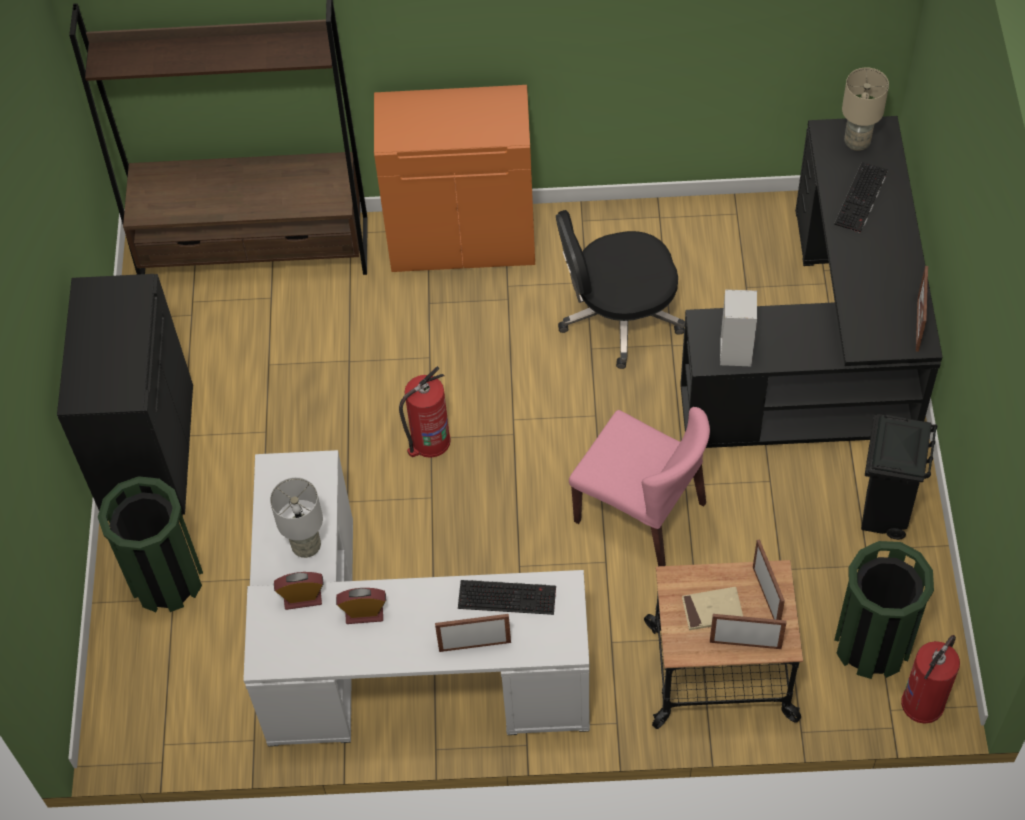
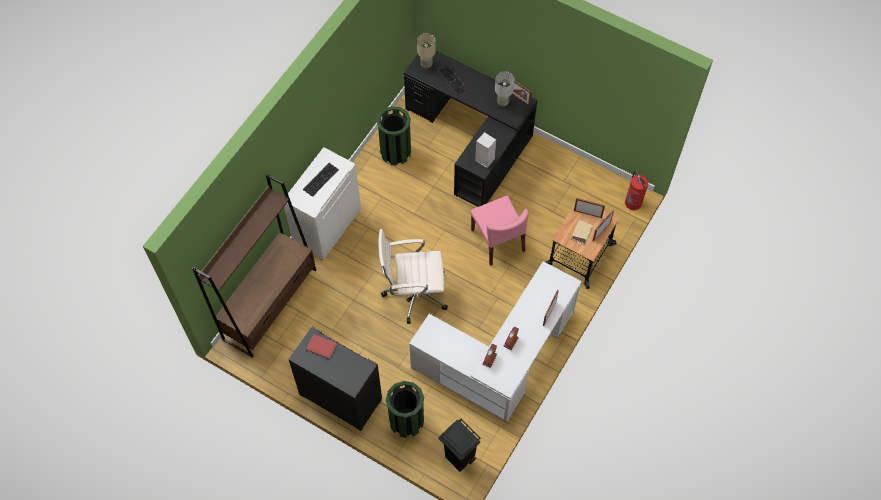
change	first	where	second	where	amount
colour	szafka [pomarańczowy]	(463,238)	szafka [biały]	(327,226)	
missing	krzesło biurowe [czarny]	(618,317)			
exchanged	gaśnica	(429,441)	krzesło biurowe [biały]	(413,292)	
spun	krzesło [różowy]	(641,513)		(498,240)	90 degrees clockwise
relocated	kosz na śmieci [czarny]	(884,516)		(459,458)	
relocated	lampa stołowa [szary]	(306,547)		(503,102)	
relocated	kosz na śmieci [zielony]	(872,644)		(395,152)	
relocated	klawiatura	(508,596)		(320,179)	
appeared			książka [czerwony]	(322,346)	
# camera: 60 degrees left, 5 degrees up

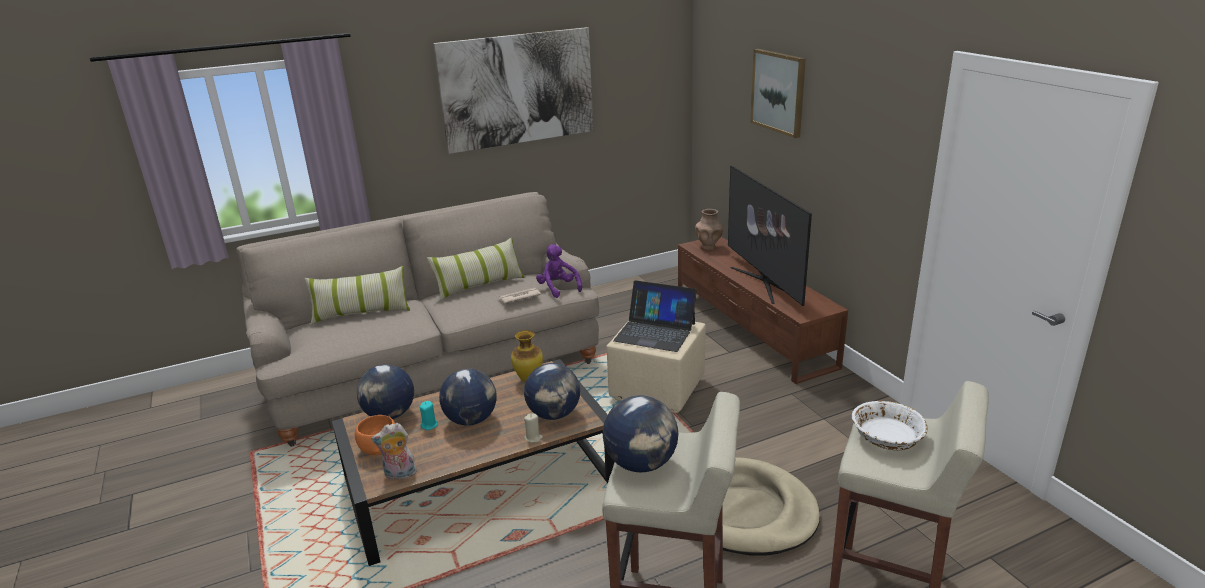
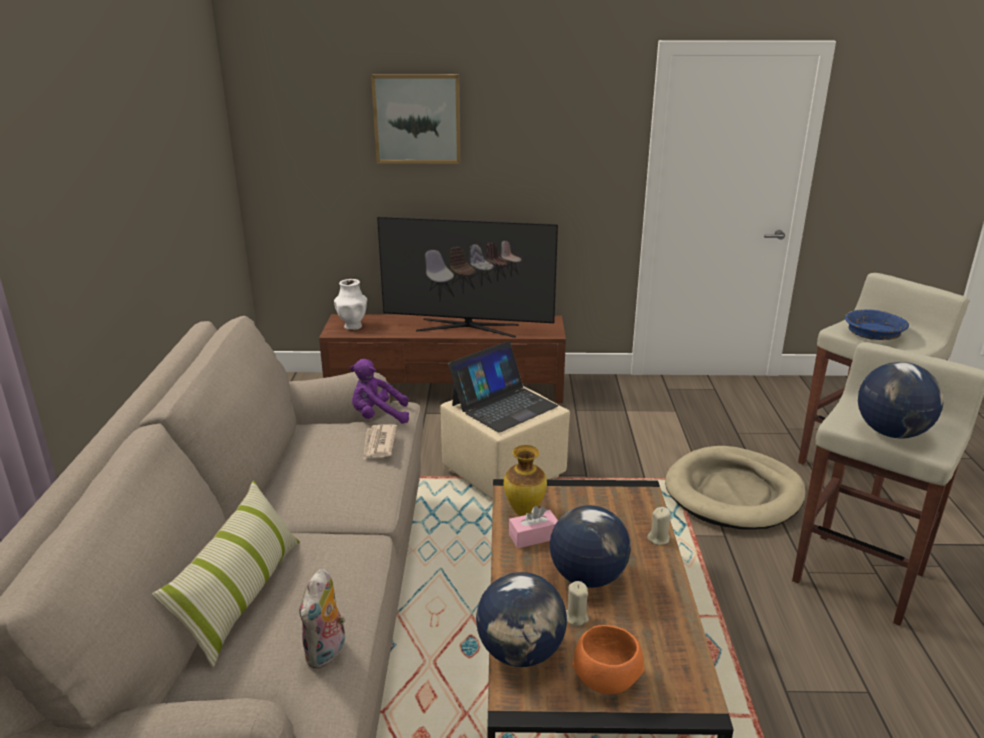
change	first	where	second	where	amount
missing	obraz	(517,89)			
colour	wazon [brązowy]	(708,247)	wazon [biały]	(353,326)	
missing	poduszka	(479,285)			
missing	globus	(554,415)			
colour	świeca [turkusowy]	(429,425)	świeca [beżowy]	(575,617)	
colour	miska [biały]	(887,436)	miska [niebieski]	(873,334)	
relocated	pluszak	(399,475)		(327,653)	
appeared			pudełko chusteczek [różowy]	(533,536)	
# camera: 65 degrees left, 0 degrees up

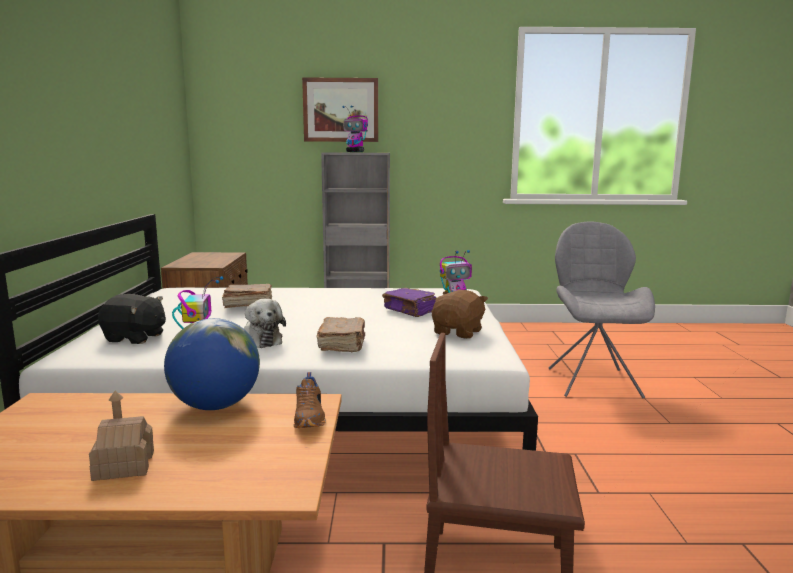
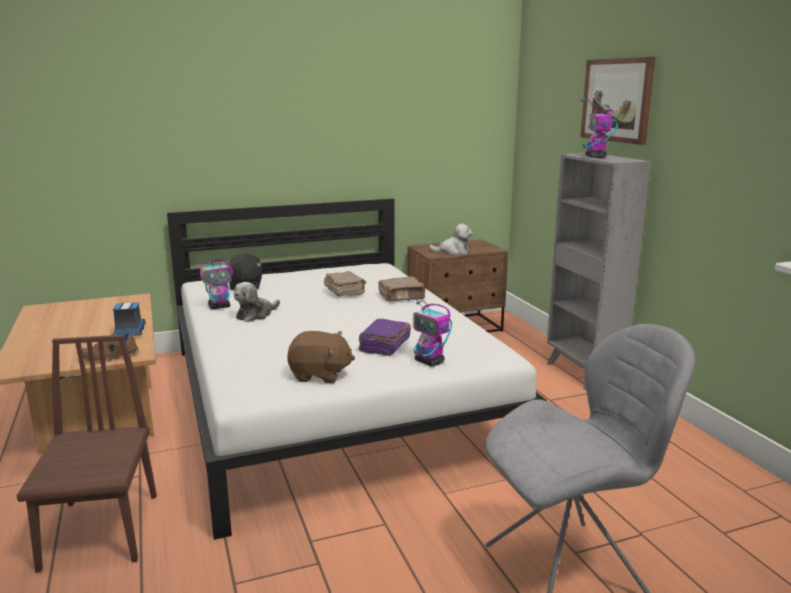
change	first	where	second	where	amount
relocated	książka [brązowy]	(343,345)		(402,297)	
exchanged	globus	(216,406)	ciężarówka zabawkowa	(130,332)	
missing	domek	(124,465)			
appeared			pluszak	(453,251)	
# camera: 70 degrees right, 5 degrees up

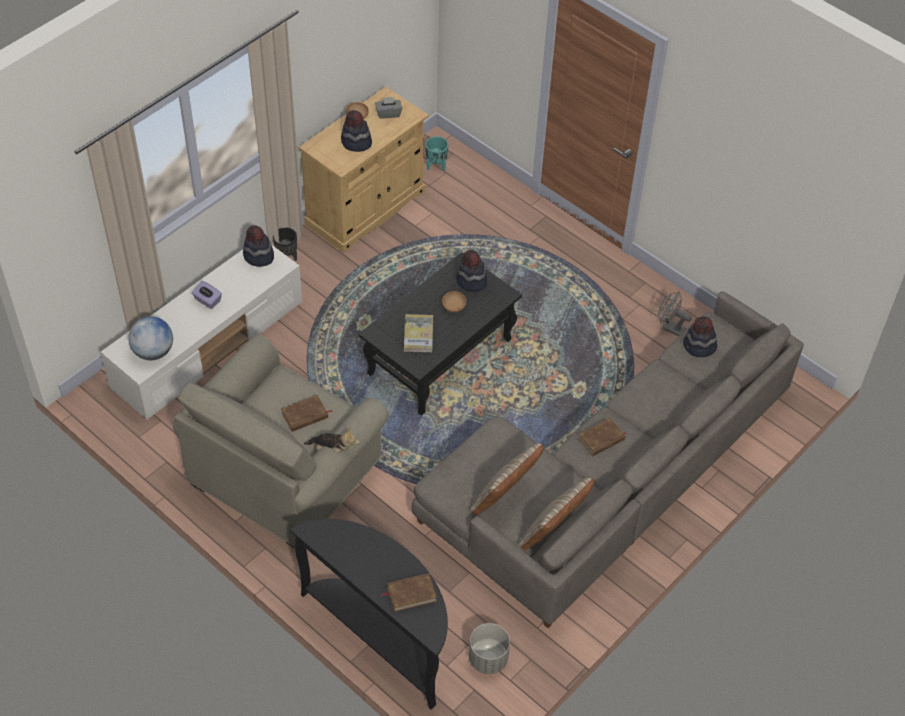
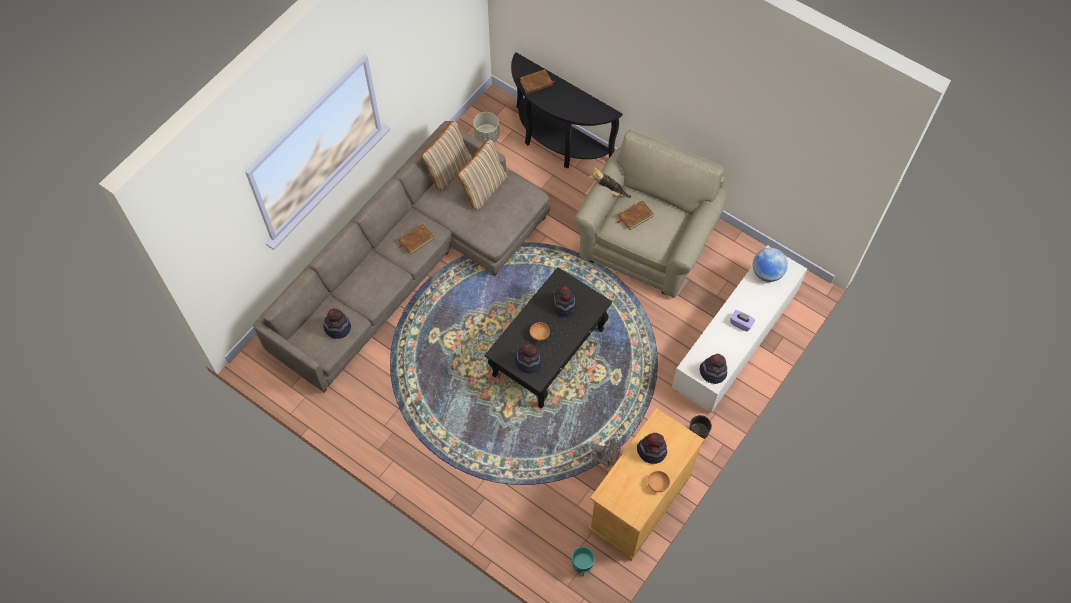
change	first	where	second	where	amount
missing	pudełko chusteczek [szary]	(388,113)			
relocated	wentylator [szary]	(669,327)		(606,459)	
exchanged	książka	(418,335)	kapelusz	(564,305)	
# camera: 175 degrees right, 10 degrees up

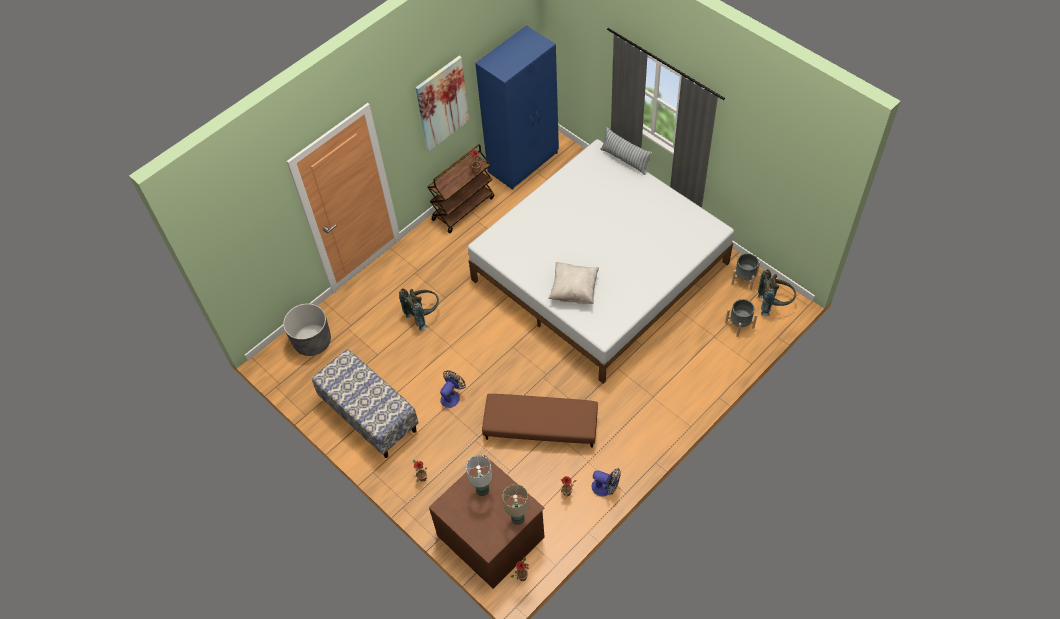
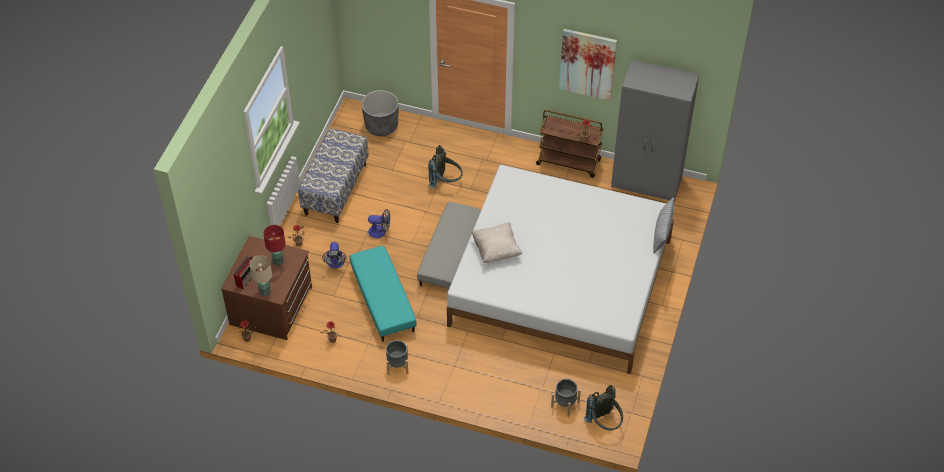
change	first	where	second	where	amount
colour	szafa [niebieski]	(524,162)	szafa [szary]	(647,183)	
relocated	donica [szary]	(744,279)		(397,365)	
colour	pufa [brązowy]	(540,427)	pufa [turkusowy]	(383,300)	
colour	lampa stołowa [biały]	(482,490)	lampa stołowa [czerwony]	(278,261)	
relocated	wentylator	(606,488)		(335,264)	
appeared			pufa [szary]	(450,254)	
appeared			radio	(247,278)	
# camera: 60 degrees right, 5 degrees down

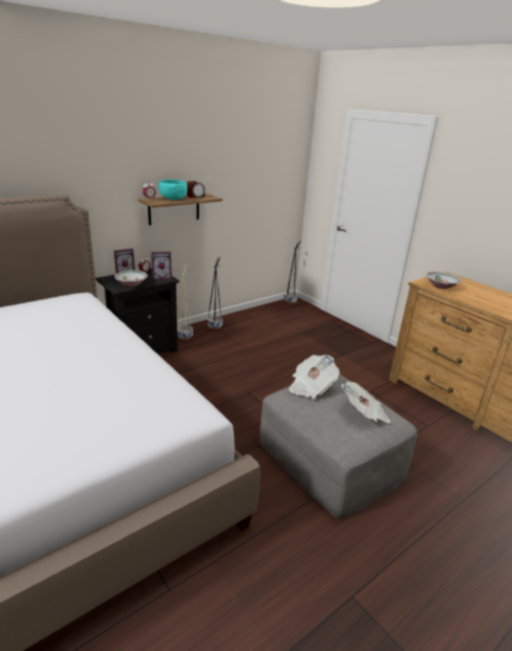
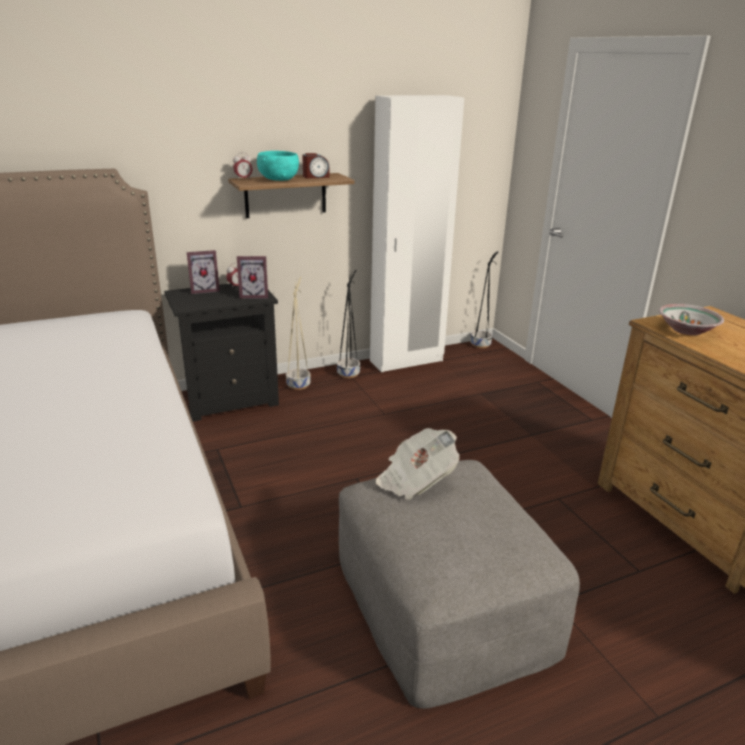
change	first	where	second	where	amount
missing	miska	(131,284)			
missing	gazeta	(364,414)			
appeared			szafa [biały]	(406,361)	
# camera: 15 degrees right, 0 degrees up

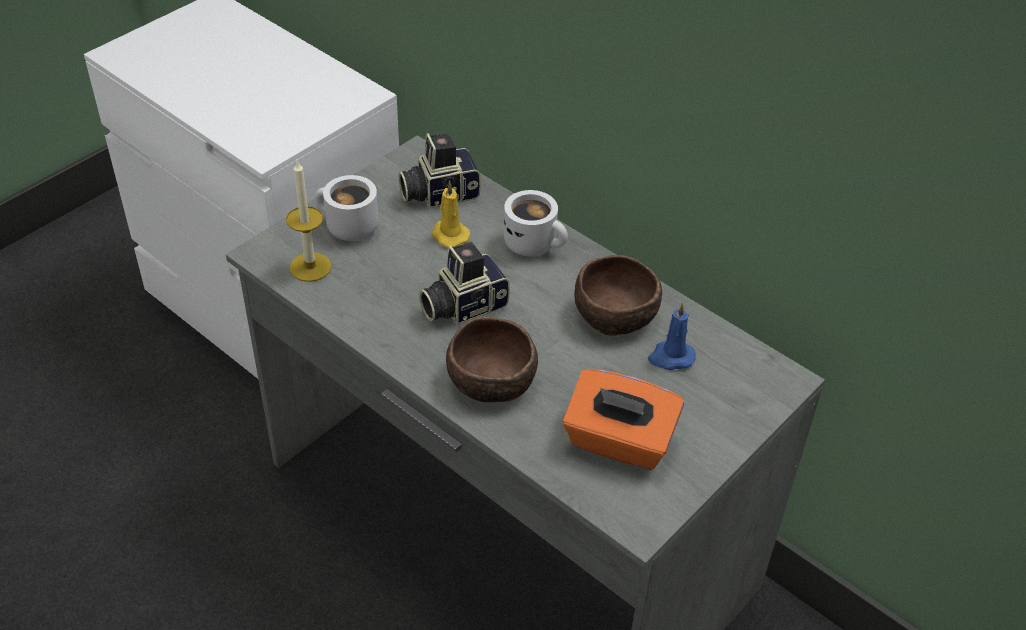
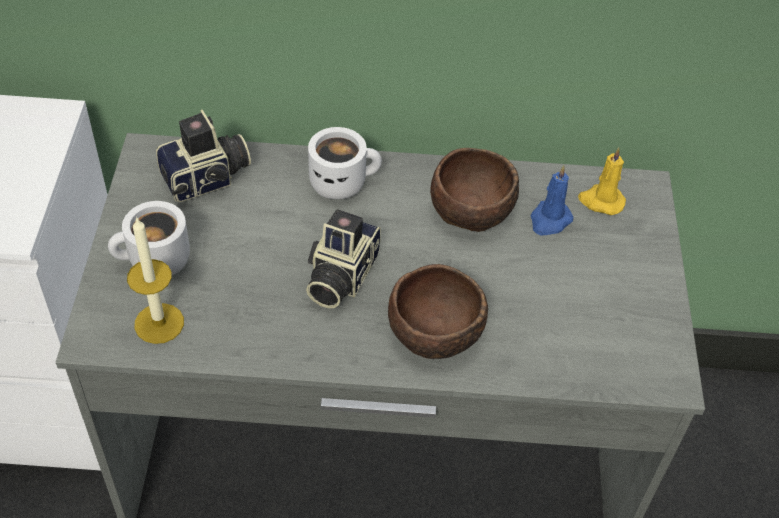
change	first	where	second	where	amount
spun	aparat fotograficzny	(438,193)		(207,179)	150 degrees counterclockwise
relocated	świeca [żółty]	(449,235)		(601,201)	
missing	pudełko chusteczek [pomarańczowy]	(618,442)			
# camera: 40 degrees left, 5 degrees up

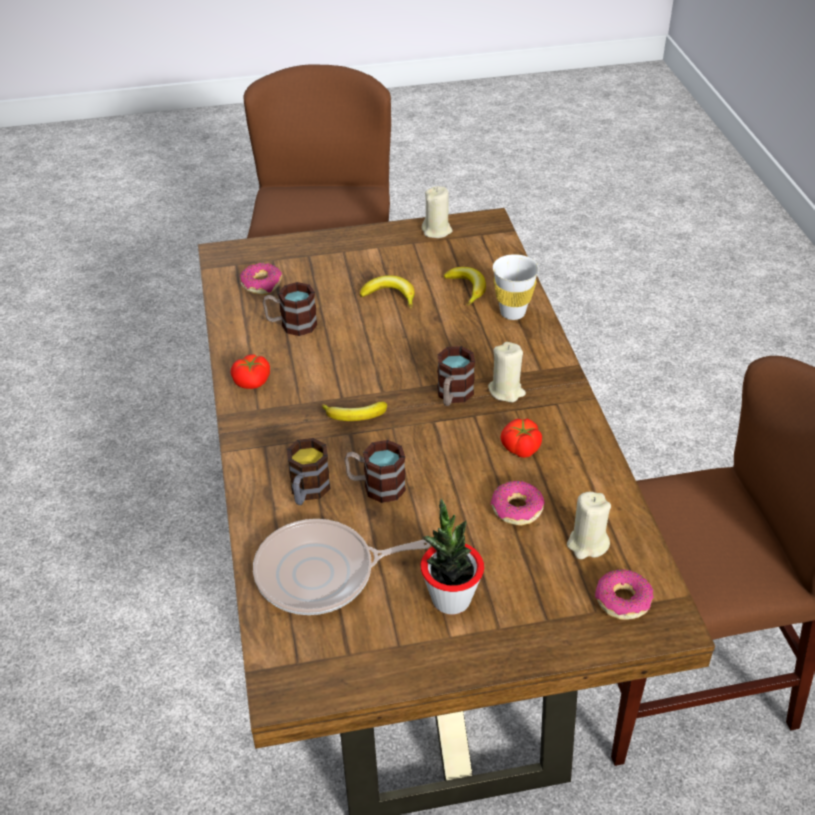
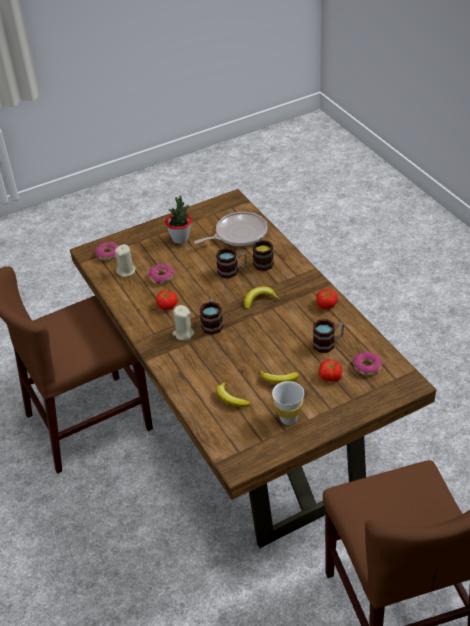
change	first	where	second	where	amount
missing	świeca [beżowy]	(437,230)			
relocated	filiżanka [biały]	(512,313)		(288,418)	
appeared			pomidor	(330,376)	
# camera: 165 degrees right, 0 degrees up

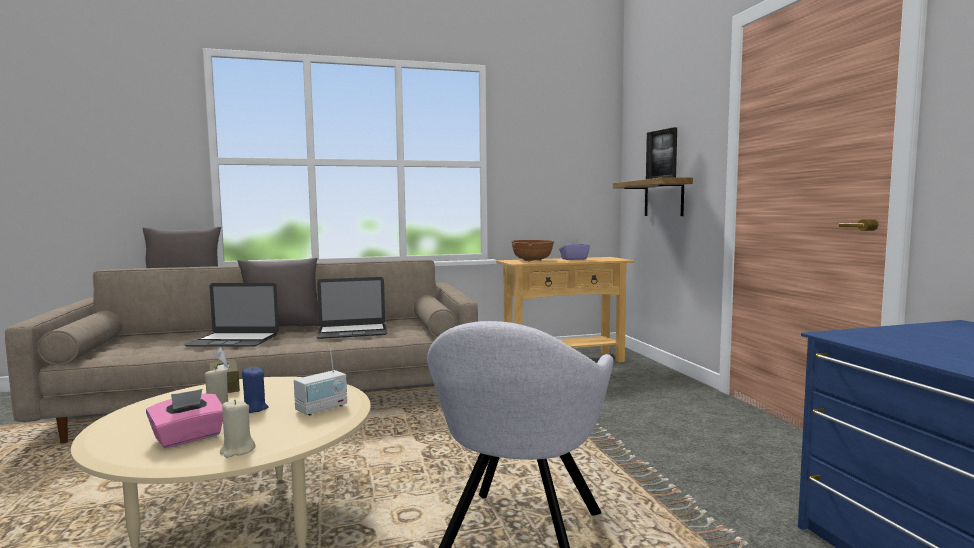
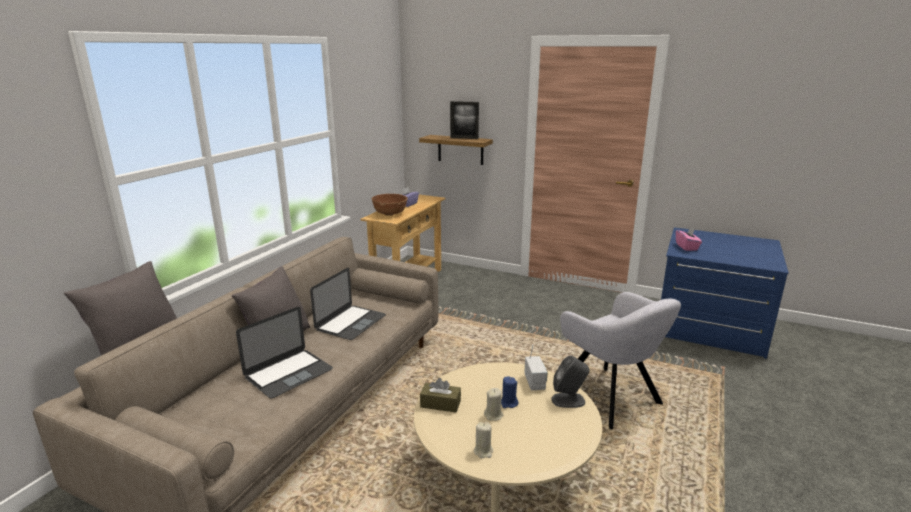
change	first	where	second	where	amount
relocated	pudełko chusteczek [różowy]	(188,438)		(687,247)	
relocated	świeca [beżowy]	(237,451)		(483,451)	
appeared			głośnik [szary]	(568,400)	
# camera: 50 degrees left, 15 degrees up

